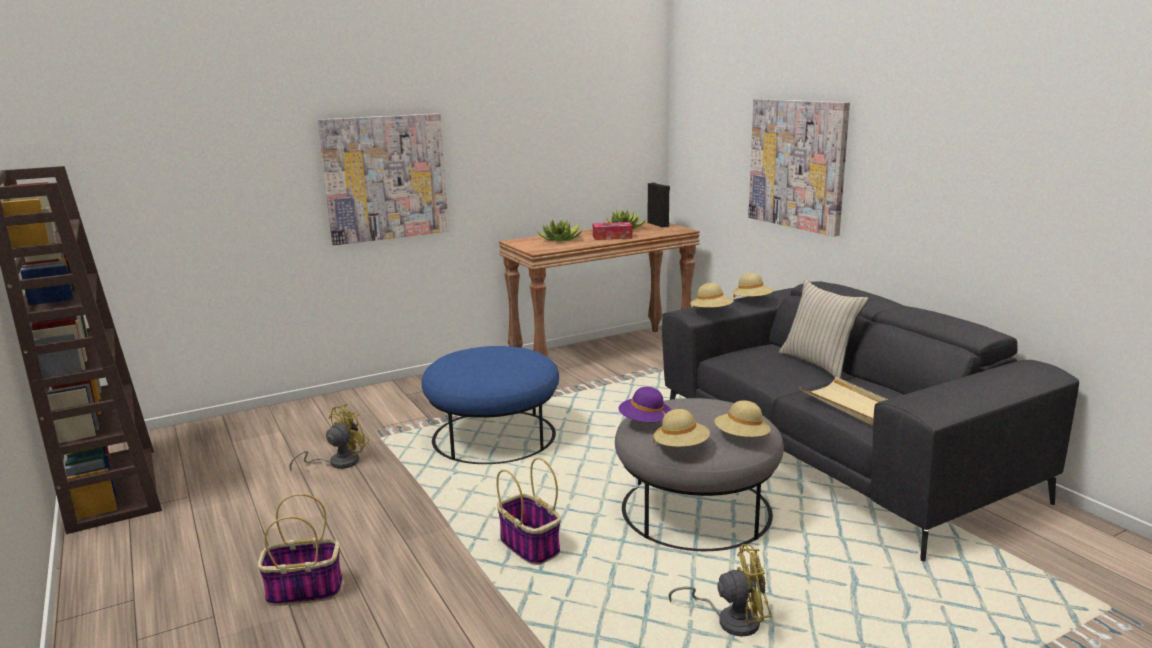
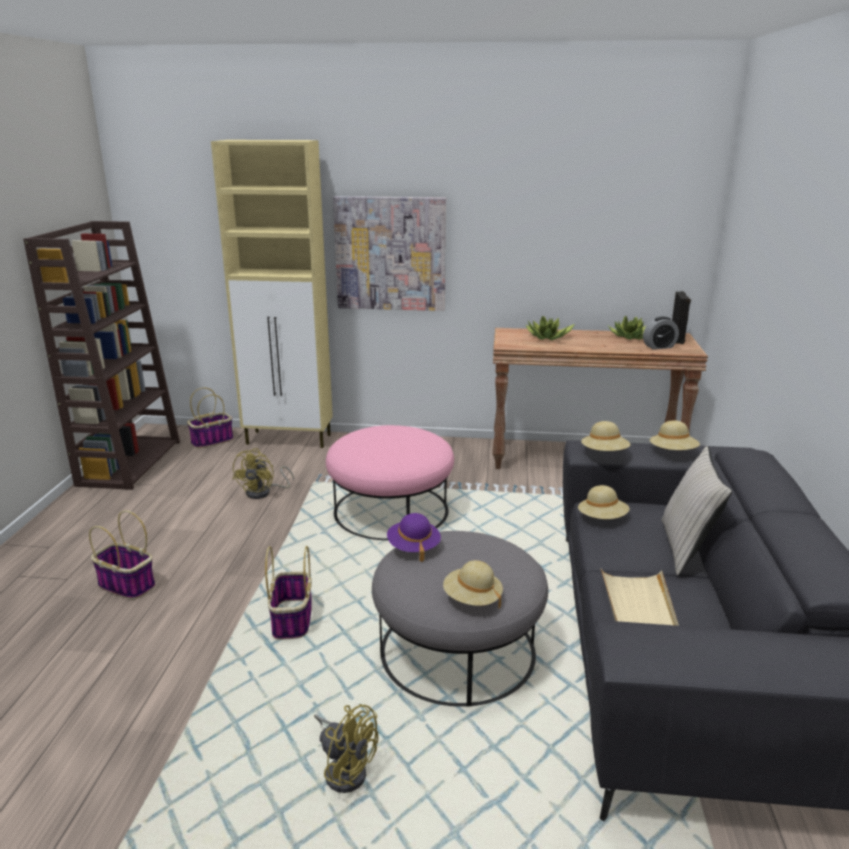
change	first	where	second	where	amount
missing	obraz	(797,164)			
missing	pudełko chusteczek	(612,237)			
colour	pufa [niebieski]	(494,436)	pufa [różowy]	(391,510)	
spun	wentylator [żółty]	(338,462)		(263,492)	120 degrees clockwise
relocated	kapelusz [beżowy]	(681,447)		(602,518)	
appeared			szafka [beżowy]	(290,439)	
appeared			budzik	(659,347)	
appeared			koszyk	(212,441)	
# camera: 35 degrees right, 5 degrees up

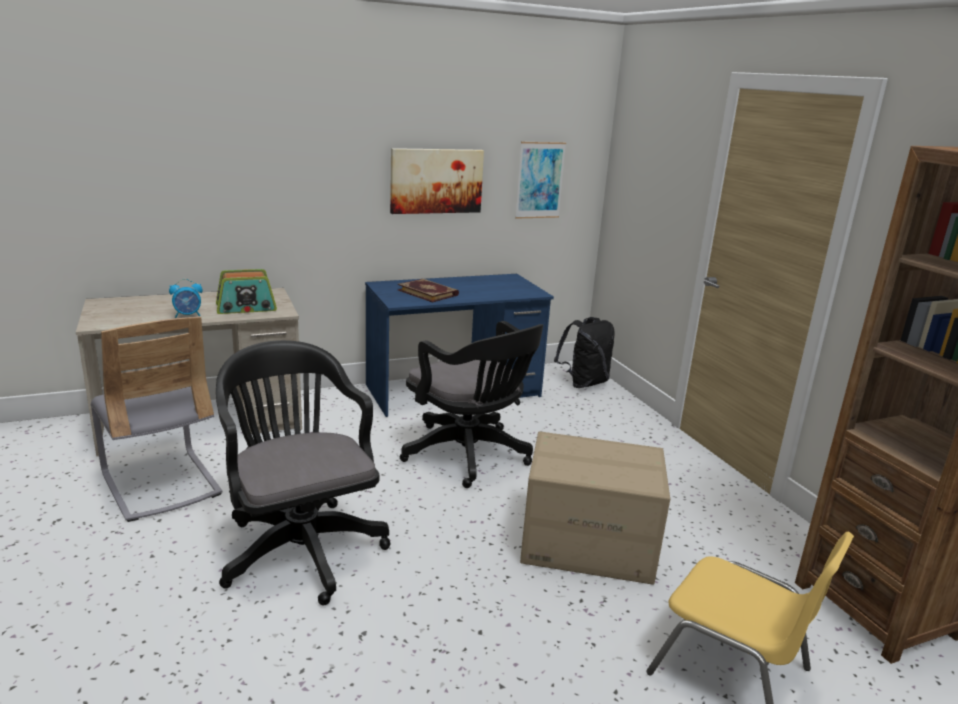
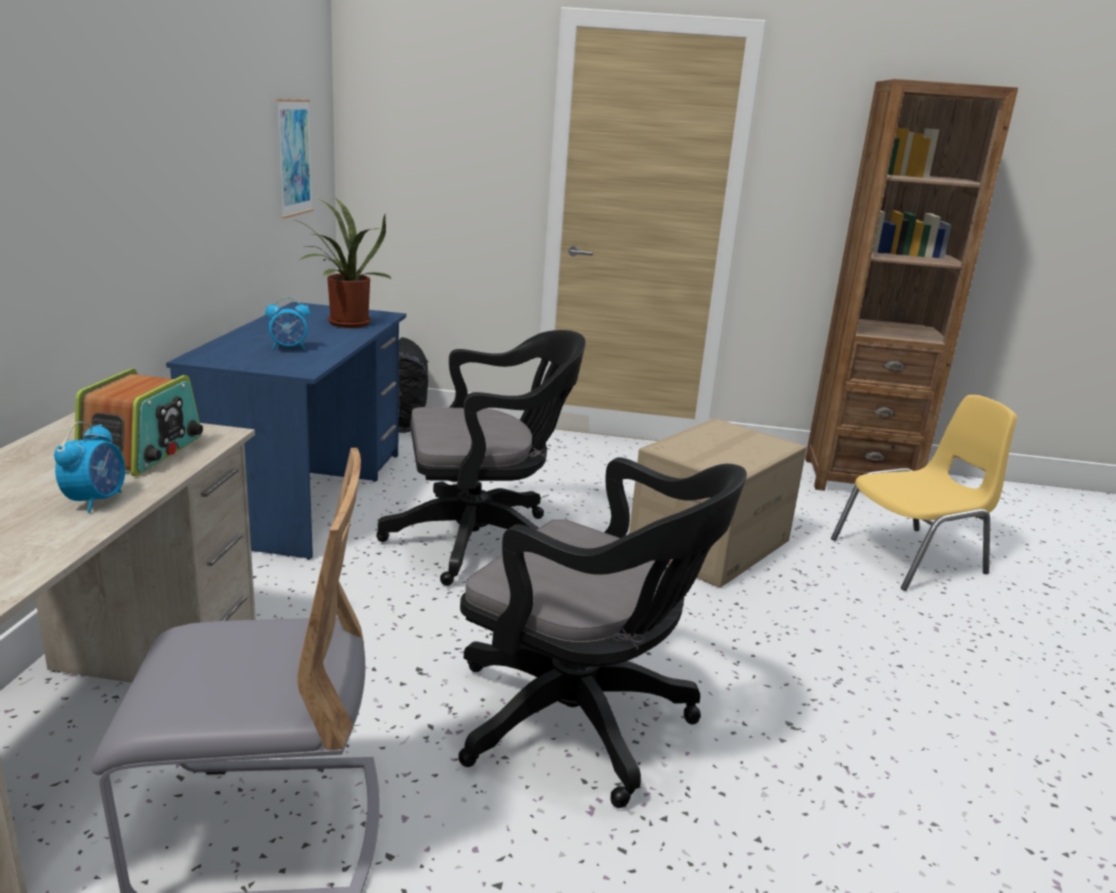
change	first	where	second	where	amount
missing	obraz	(436,181)			
exchanged	książka	(428,292)	budzik	(289,348)	
spun	krzesło biurowe [czarny]	(300,546)		(583,723)	150 degrees counterclockwise
appeared			roślina doniczkowa	(345,324)	
# camera: 60 degrees left, 0 degrees up

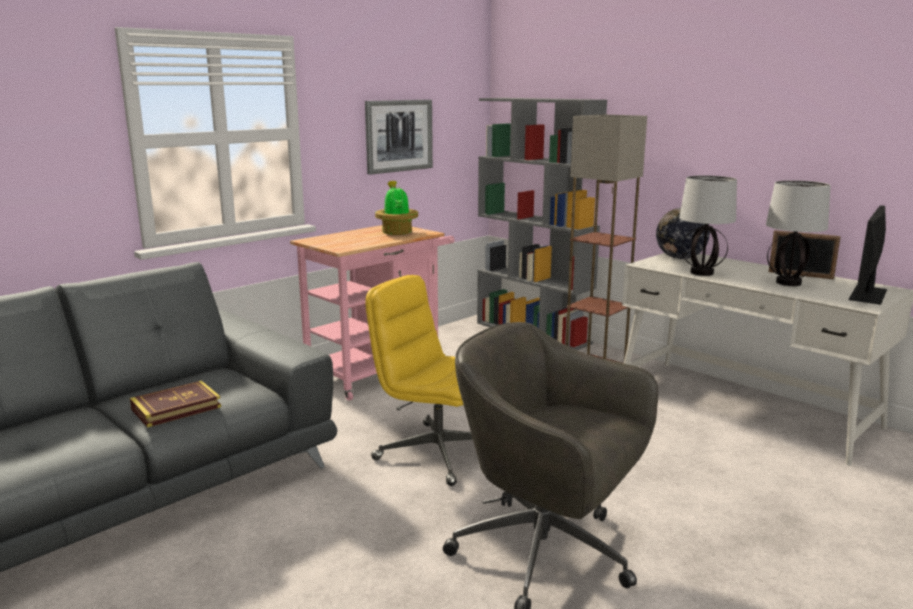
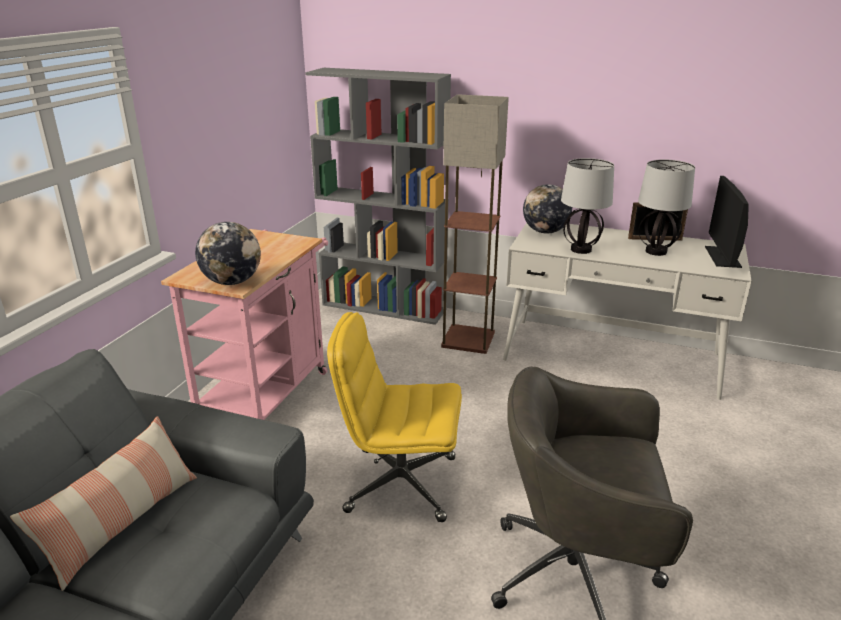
change	first	where	second	where	amount
missing	obraz	(399,136)			
missing	roślina doniczkowa	(396,232)			
missing	książka	(176,408)			
appeared			globus	(232,282)	
appeared			poduszka	(122,523)	
# camera: 25 degrees left, 10 degrees up

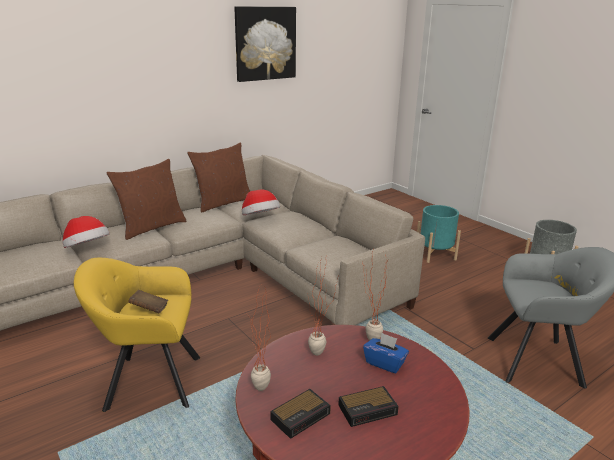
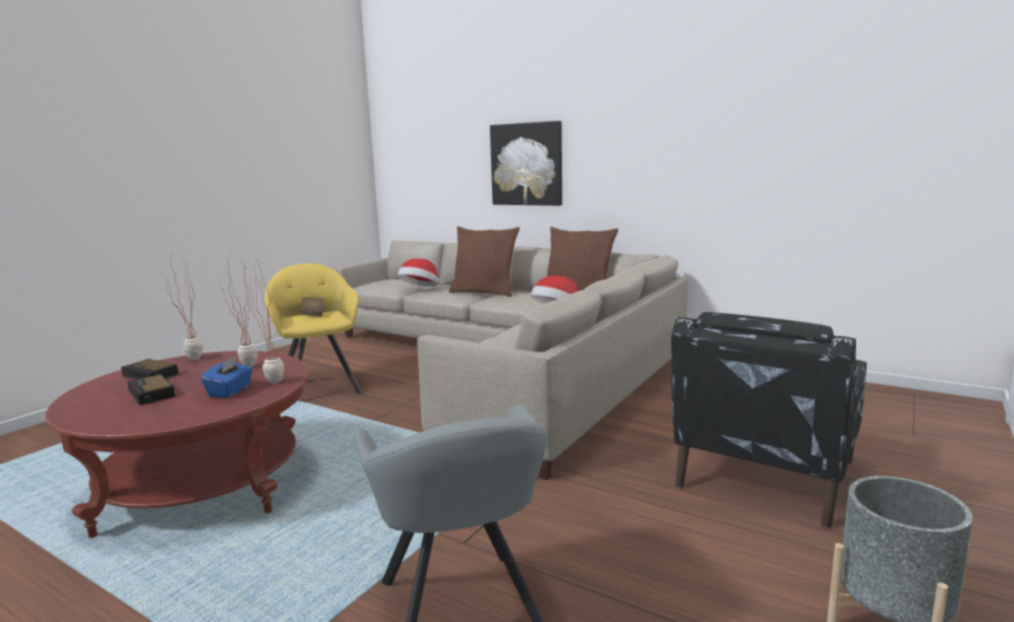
change	first	where	second	where	amount
relocated	obraz	(265,43)		(527,164)	
exchanged	donica [turkusowy]	(435,254)	fotel [czarny]	(763,476)	
# camera: 70 degrees right, 10 degrees down

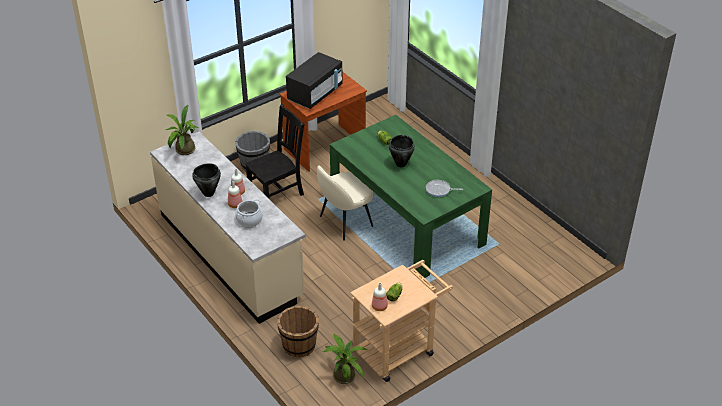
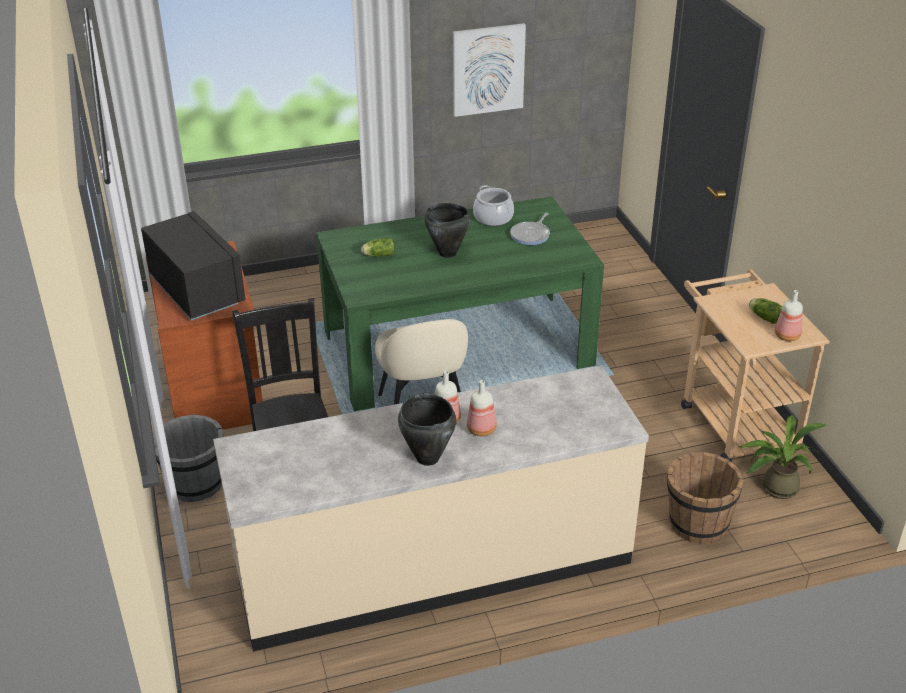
change	first	where	second	where	amount
missing	roślina doniczkowa	(183,151)			
relocated	garnek	(249,220)		(493,218)	
appeared			obraz	(488,69)	
# camera: 70 degrees left, 5 degrees down

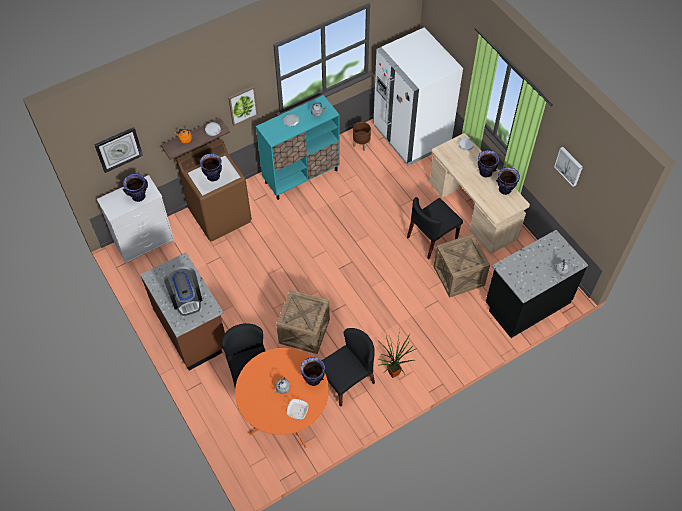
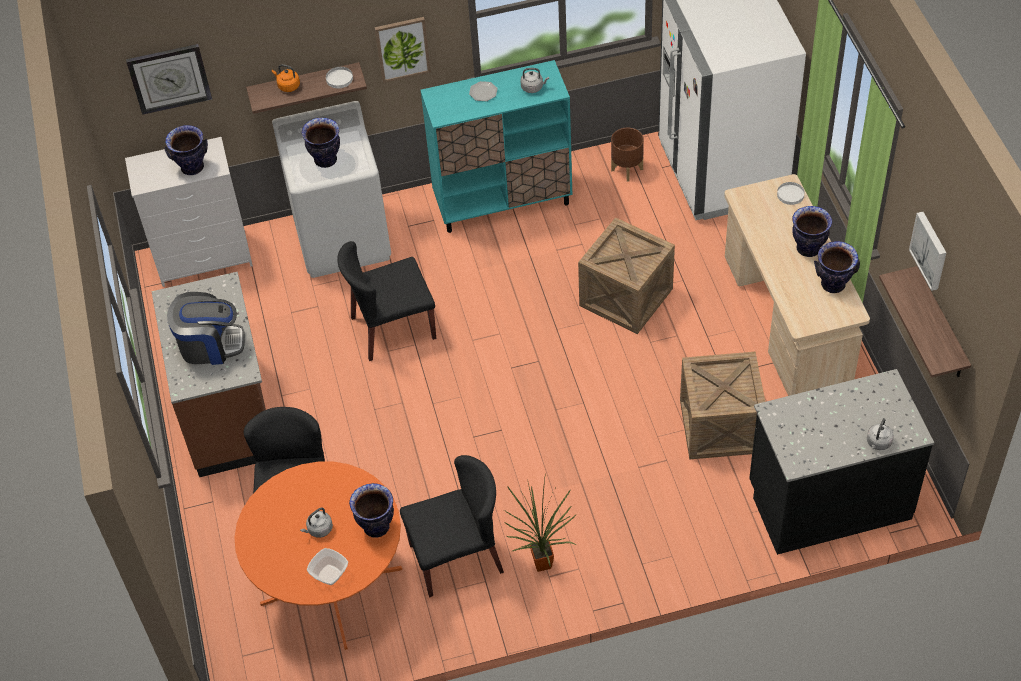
change	first	where	second	where	amount
colour	pralka [brązowy]	(220,215)	pralka [biały]	(343,239)	
relocated	krzesło [czarny]	(431,238)		(392,328)	
spun	ekspres do kawy	(186,298)		(210,345)	90 degrees counterclockwise
relocated	skrzynka	(304,331)		(626,297)	
appeared			półka	(940,326)	
# camera: 20 degrees right, 5 degrees down

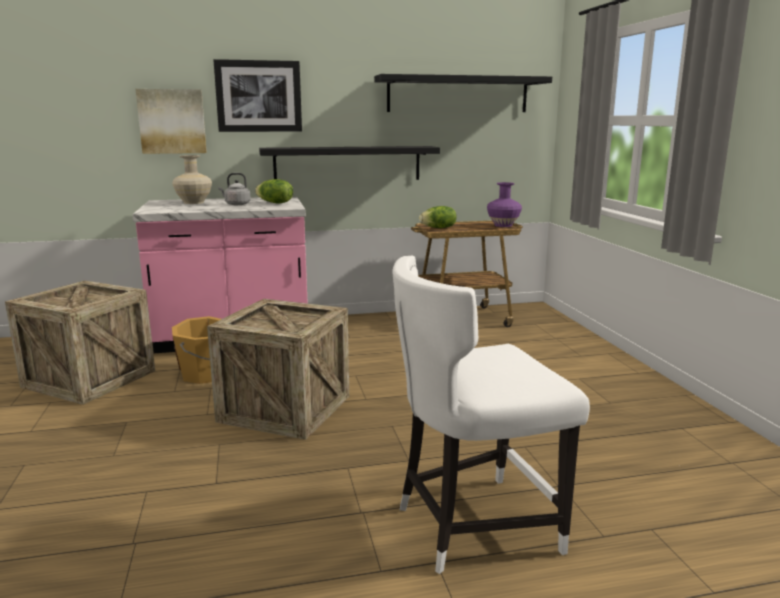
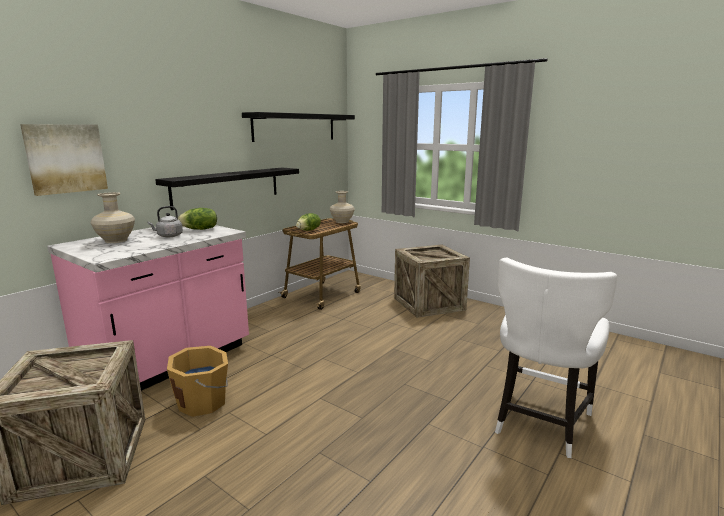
change	first	where	second	where	amount
missing	obraz	(258,96)			
colour	wazon [fioletowy]	(503,225)	wazon [beżowy]	(342,221)	
relocated	skrzynka	(285,409)		(428,304)	
# camera: 40 degrees left, 0 degrees up

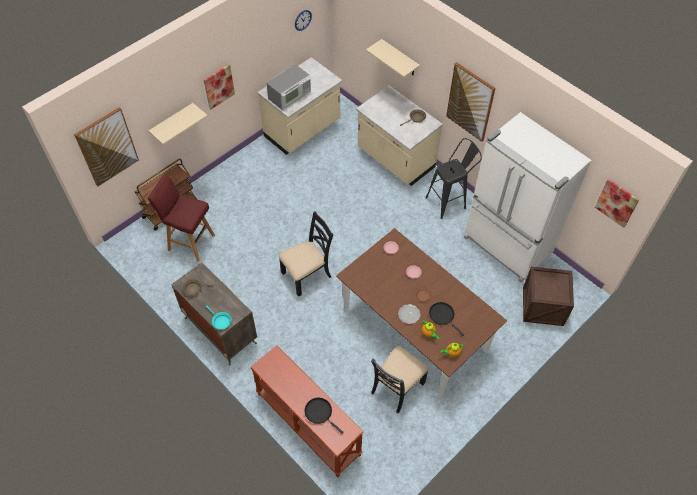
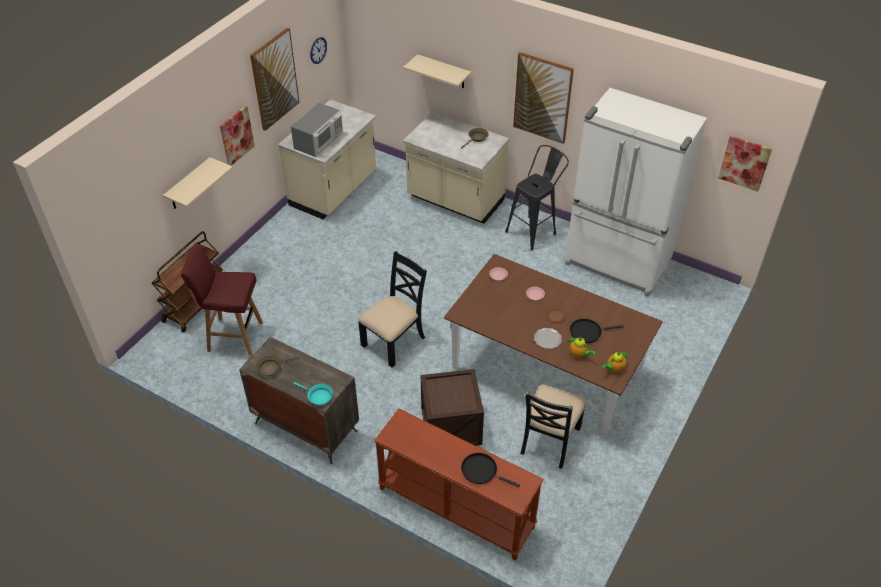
change	first	where	second	where	amount
relocated	obraz	(107,147)		(274,79)	
relocated	skrzynka	(543,306)		(451,426)	
spun	patelnia [czarny]	(443,316)		(587,332)	45 degrees counterclockwise
# camera: 15 degrees left, 10 degrees down

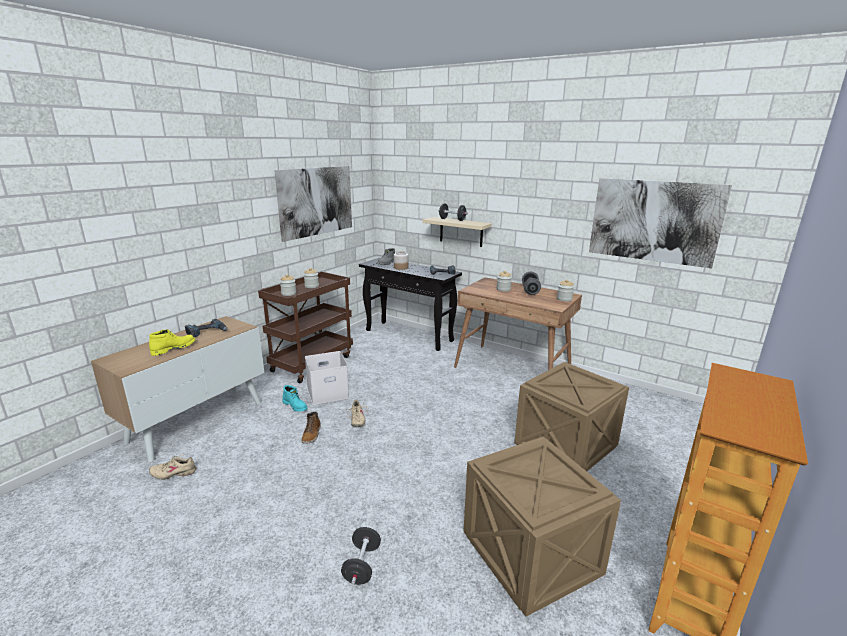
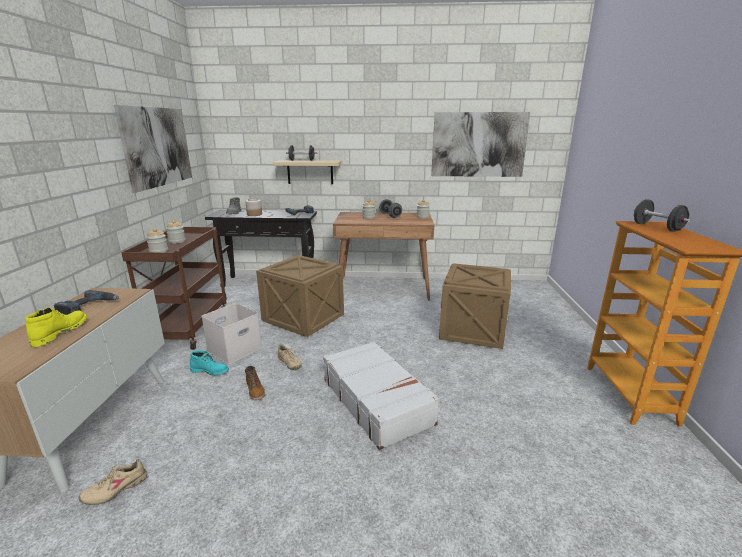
change	first	where	second	where	amount
relocated	skrzynka	(531,555)		(304,319)	
relocated	hantel [czarny]	(362,565)		(657,227)	
appeared			walizka [biały]	(377,400)	
# camera: 30 degrees left, 0 degrees up

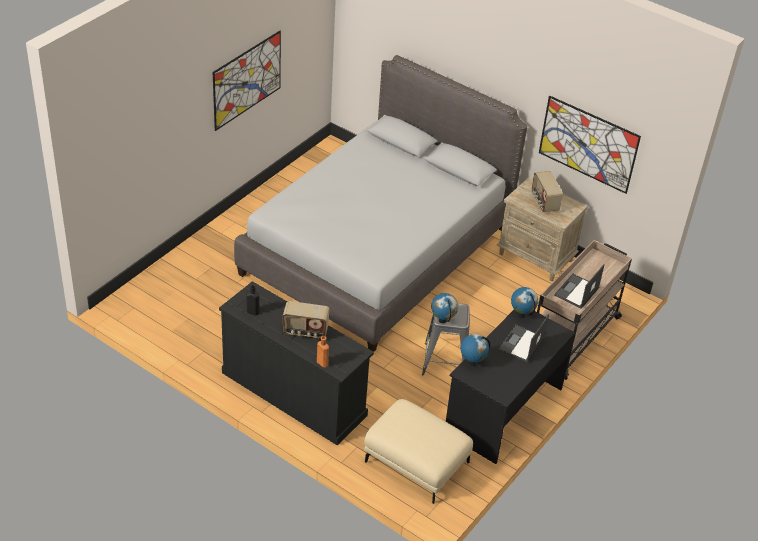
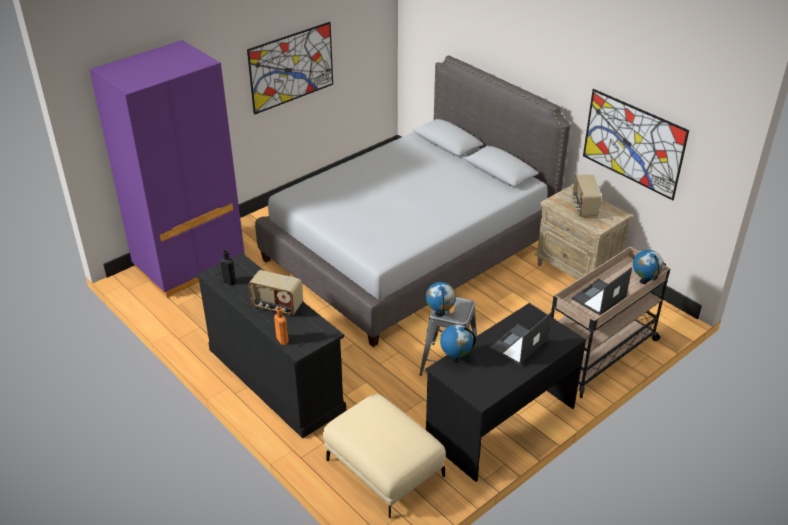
change	first	where	second	where	amount
relocated	globus	(522,314)		(644,281)	
appeared			szafa [fioletowy]	(189,265)	
# camera: 15 degrees right, 5 degrees down

